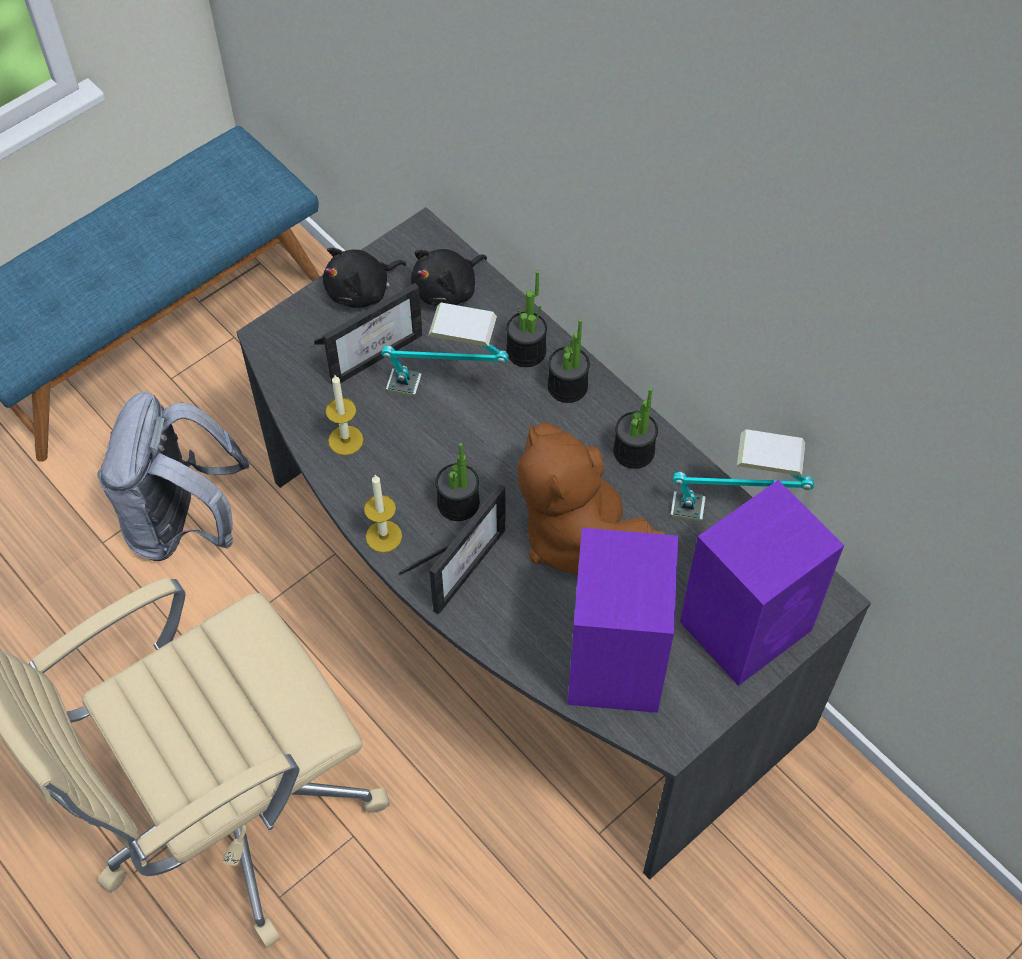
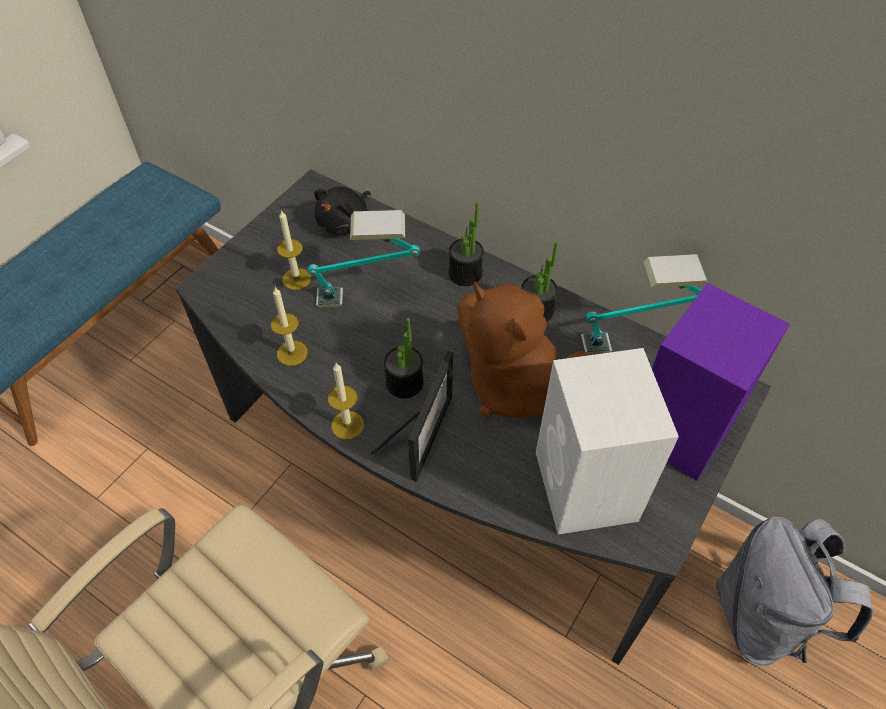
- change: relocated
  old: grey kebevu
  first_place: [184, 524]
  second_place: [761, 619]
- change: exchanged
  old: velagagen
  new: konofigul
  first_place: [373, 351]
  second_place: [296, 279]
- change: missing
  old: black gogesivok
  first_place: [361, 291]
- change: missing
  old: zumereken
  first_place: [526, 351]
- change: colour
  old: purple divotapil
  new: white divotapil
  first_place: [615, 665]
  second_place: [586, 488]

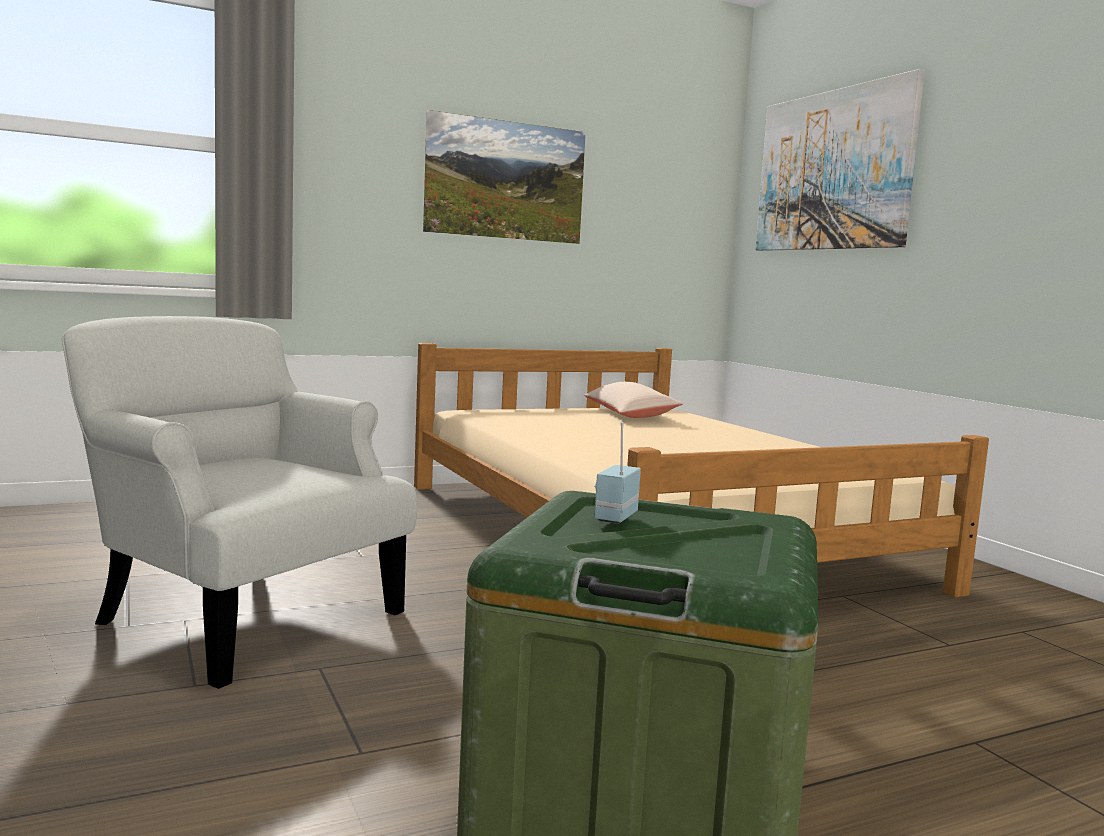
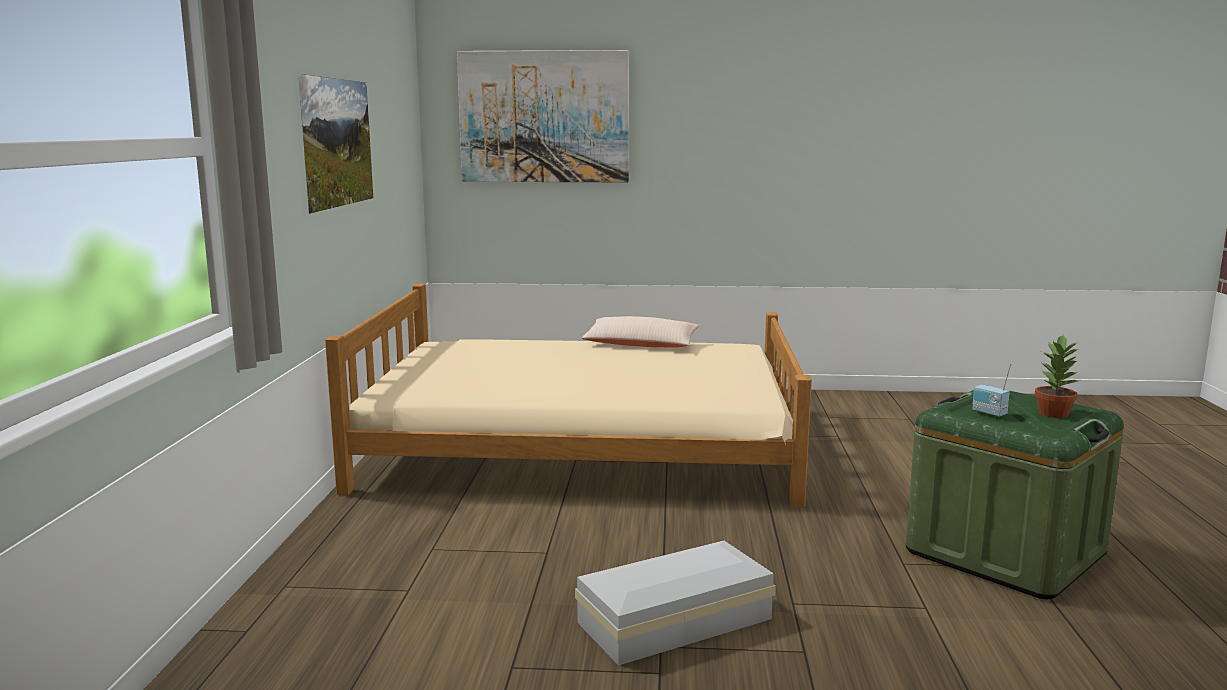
- change: exchanged
  old: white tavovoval
  new: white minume
  first_place: [242, 617]
  second_place: [671, 620]
- change: relocated
  old: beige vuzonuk
  first_place: [629, 414]
  second_place: [640, 344]
- change: appeared
  new: zumereken
  second_place: [1054, 414]

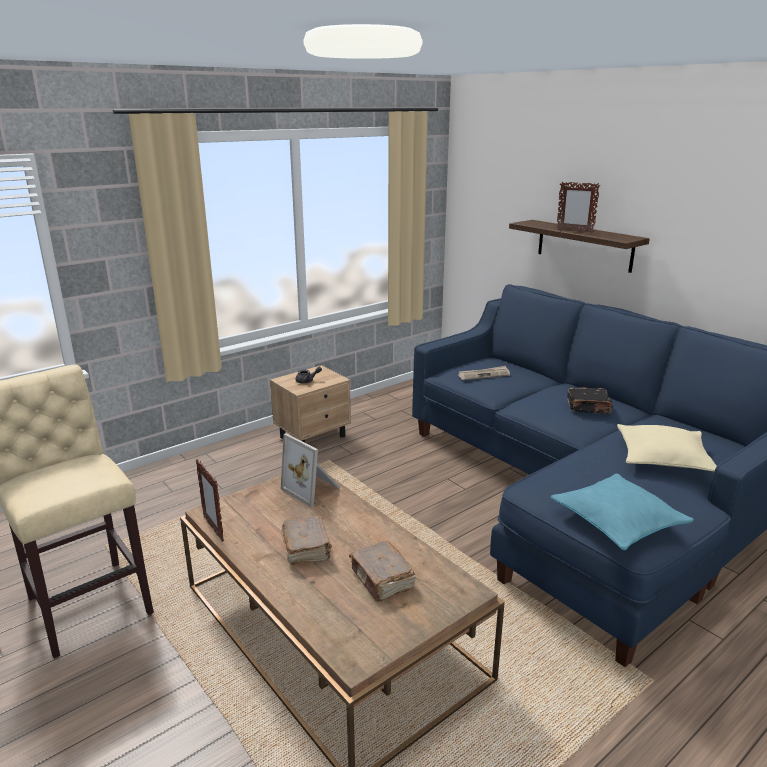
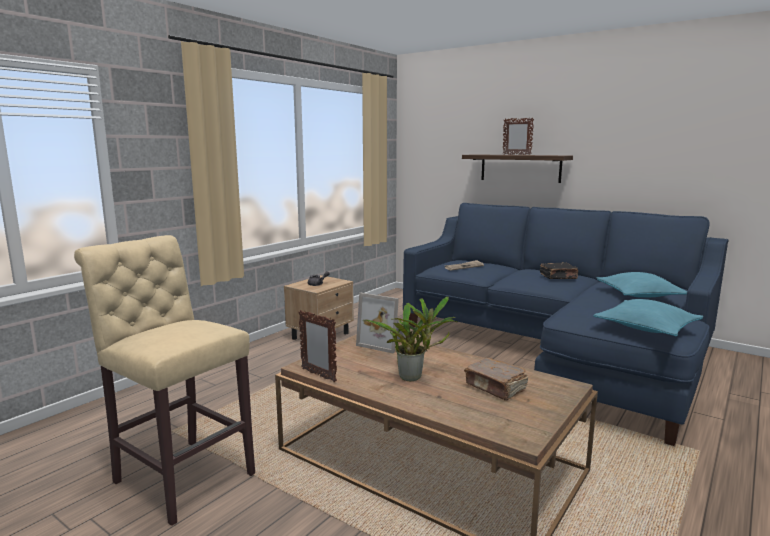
- change: exchanged
  old: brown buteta
  new: zumereken
  first_place: [306, 548]
  second_place: [414, 377]
- change: colour
  old: beige vuzonuk
  new: turquoise vuzonuk
  first_place: [663, 458]
  second_place: [639, 295]

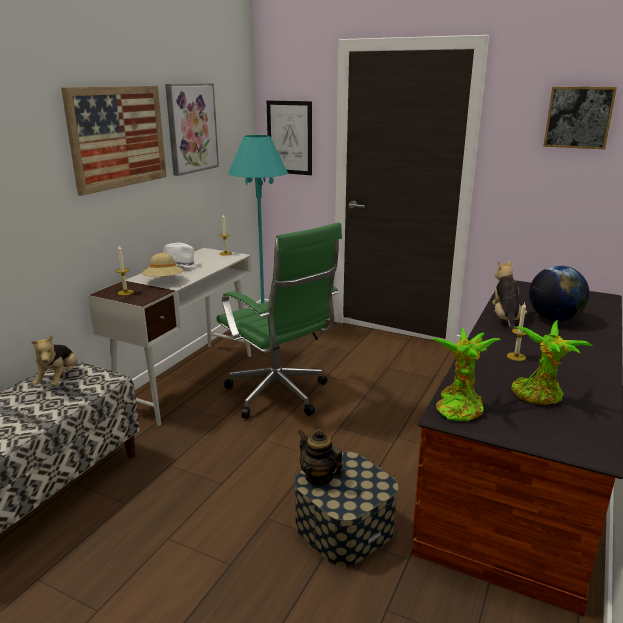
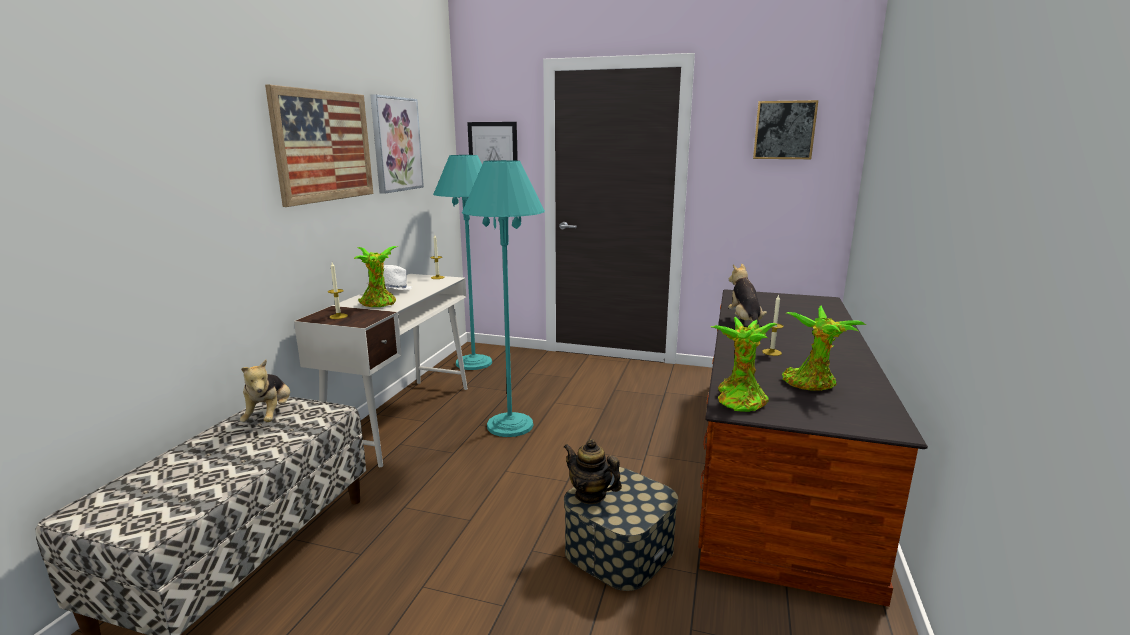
- change: exchanged
  old: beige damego
  new: zumereken
  first_place: [164, 281]
  second_place: [379, 304]
- change: exchanged
  old: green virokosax
  new: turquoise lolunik
  first_place: [280, 396]
  second_place: [510, 425]
- change: missing
  old: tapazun
  first_place: [554, 319]

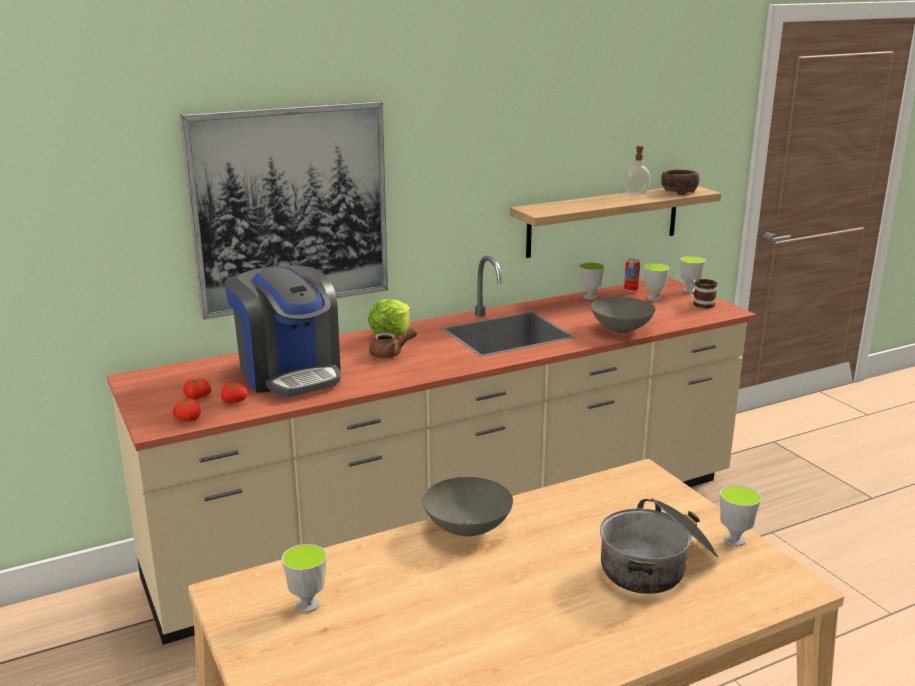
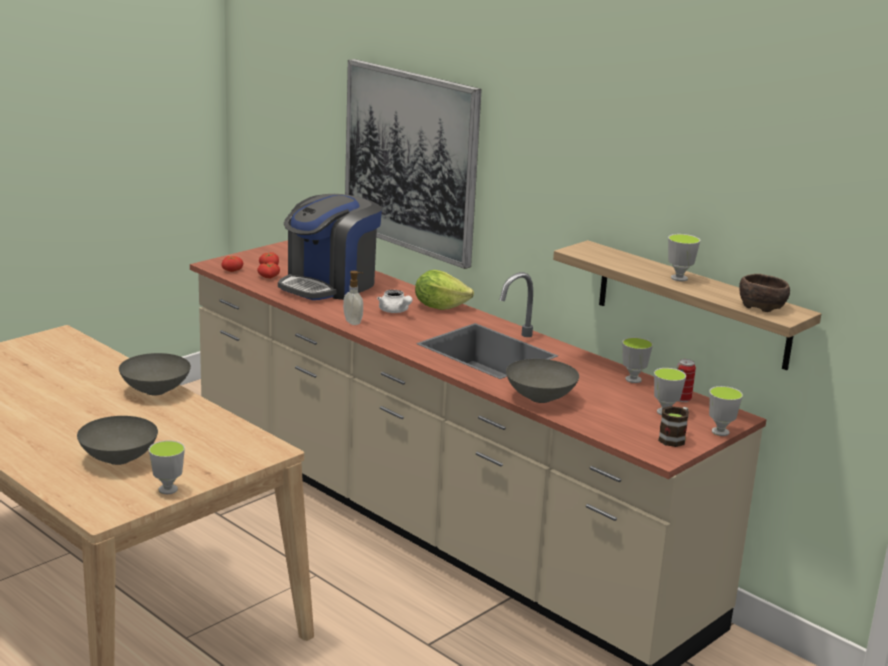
- change: relocated
  old: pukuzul
  first_place: [307, 605]
  second_place: [679, 278]
- change: colour
  old: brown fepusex
  new: white fepusex
  first_place: [391, 354]
  second_place: [395, 311]
- change: exchanged
  old: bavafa
  new: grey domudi
  first_place: [656, 565]
  second_place: [120, 459]
- change: relocated
  old: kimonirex
  first_place: [636, 194]
  second_place: [353, 322]

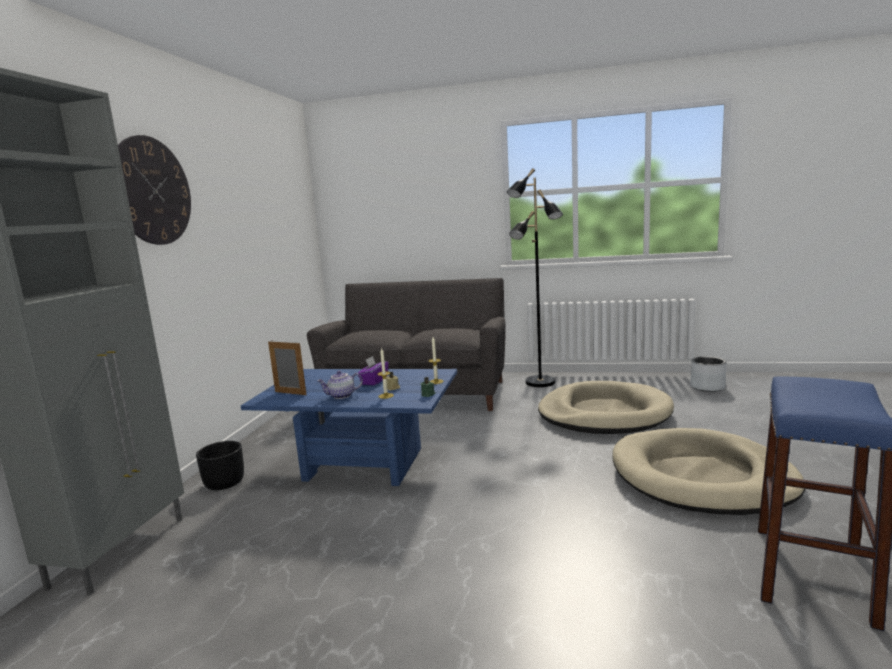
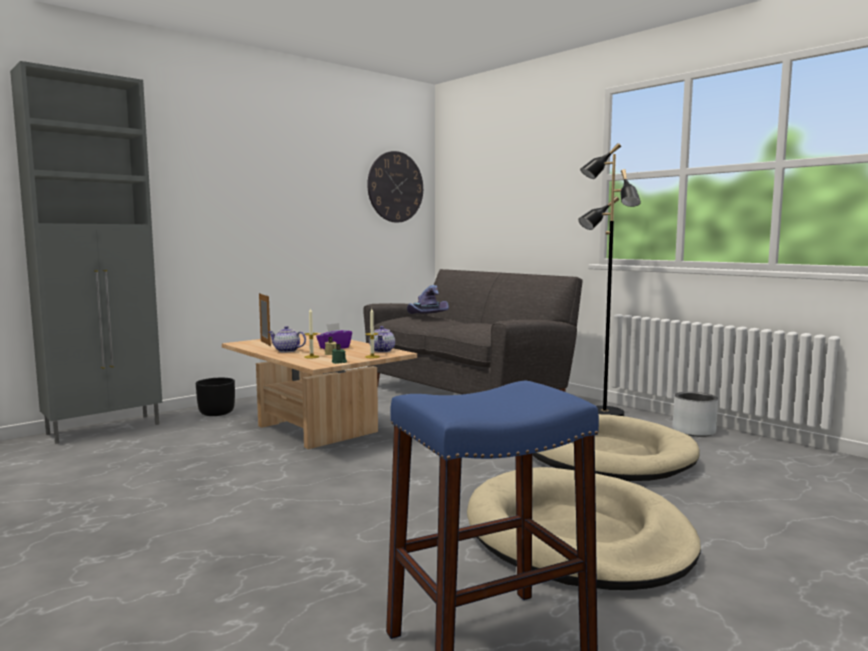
- change: relocated
  old: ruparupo
  first_place: [152, 191]
  second_place: [395, 187]
- change: colour
  old: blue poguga
  new: beige poguga
  first_place: [364, 464]
  second_place: [317, 429]
- change: relocated
  old: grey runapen
  first_place: [707, 387]
  second_place: [693, 431]
- change: appeared
  new: fepusex
  second_place: [382, 350]
- change: appeared
  new: purple damego
  second_place: [426, 316]

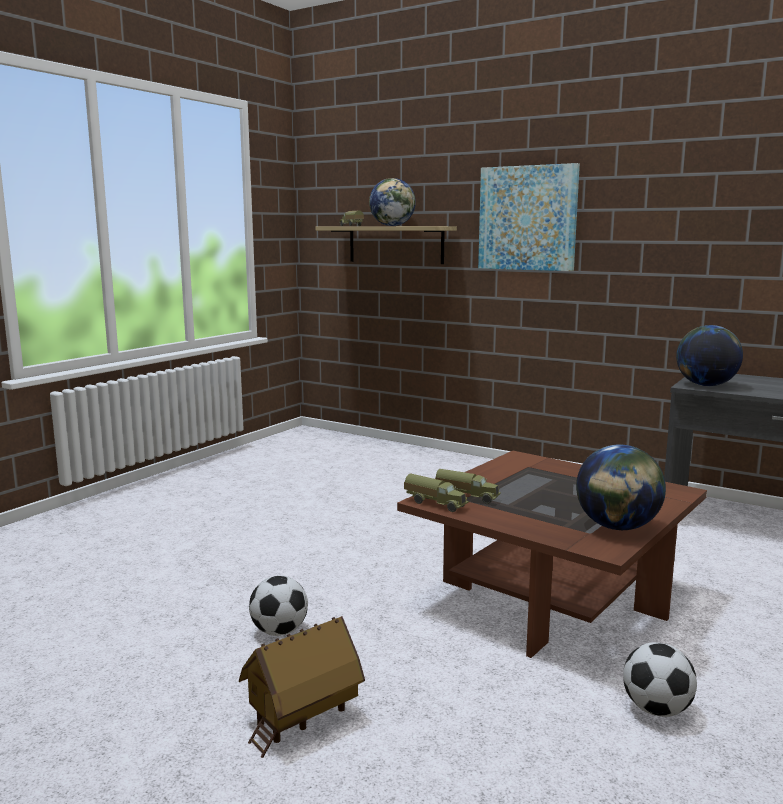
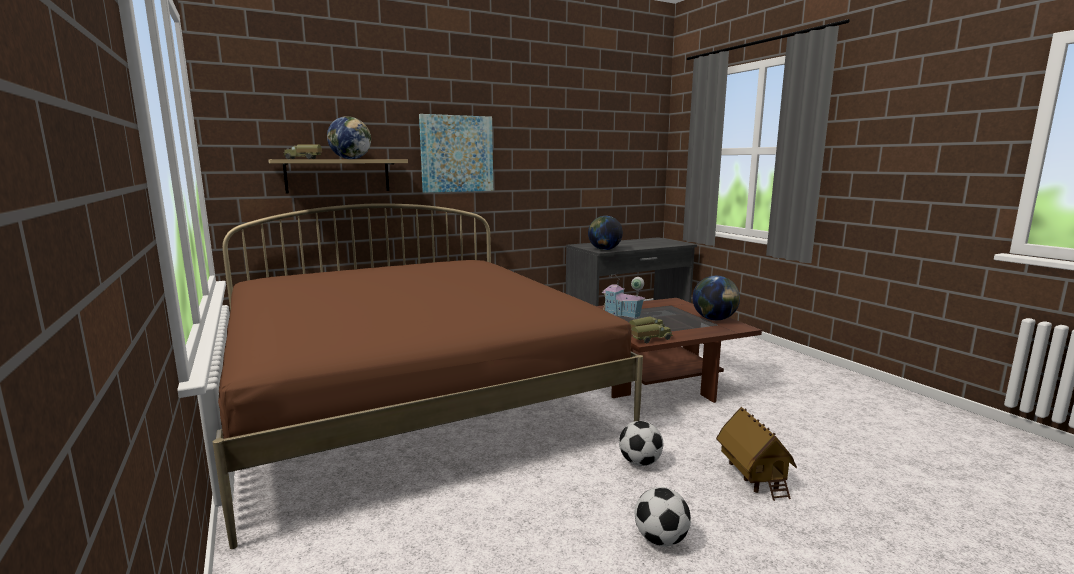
- change: relocated
  old: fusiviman
  first_place: [656, 709]
  second_place: [660, 539]
- change: appeared
  new: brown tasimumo
  second_place: [411, 397]
- change: appeared
  new: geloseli
  second_place: [621, 314]

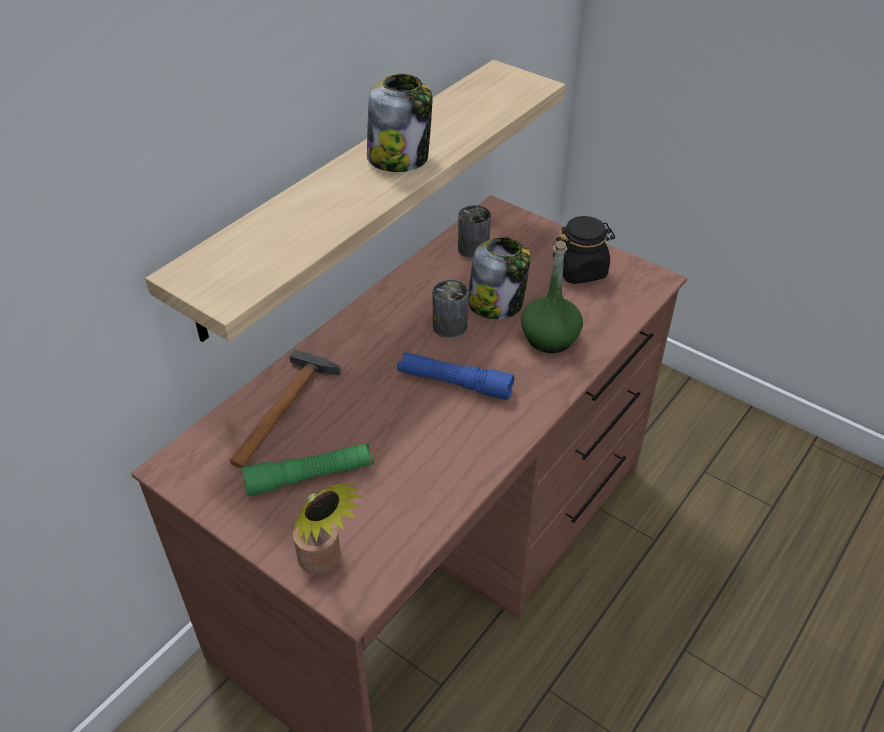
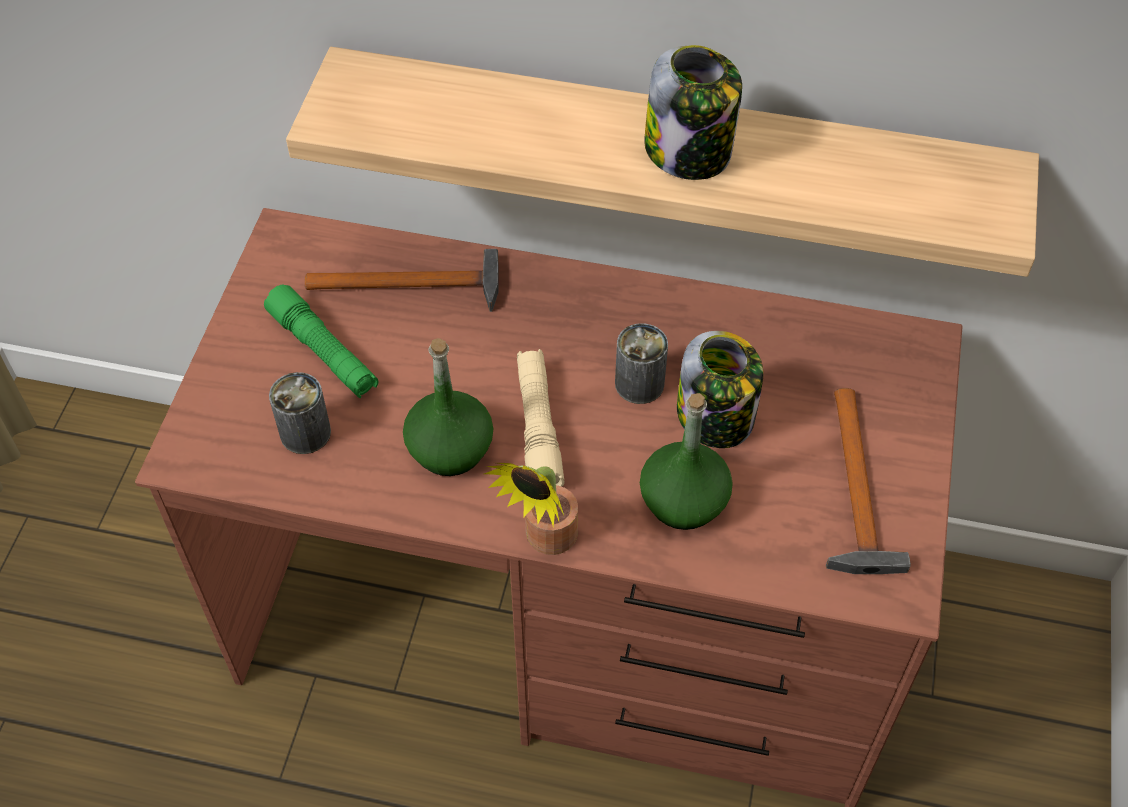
- change: relocated
  old: zumereken
  first_place: [324, 562]
  second_place: [545, 541]
- change: colour
  old: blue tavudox
  new: beige tavudox
  first_place: [454, 383]
  second_place: [538, 427]
- change: relocated
  old: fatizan
  first_place: [473, 249]
  second_place: [305, 433]
- change: exchanged
  old: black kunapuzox
  new: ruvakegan
  first_place: [580, 270]
  second_place: [855, 492]
- change: appeared
  new: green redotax
  second_place: [450, 449]

